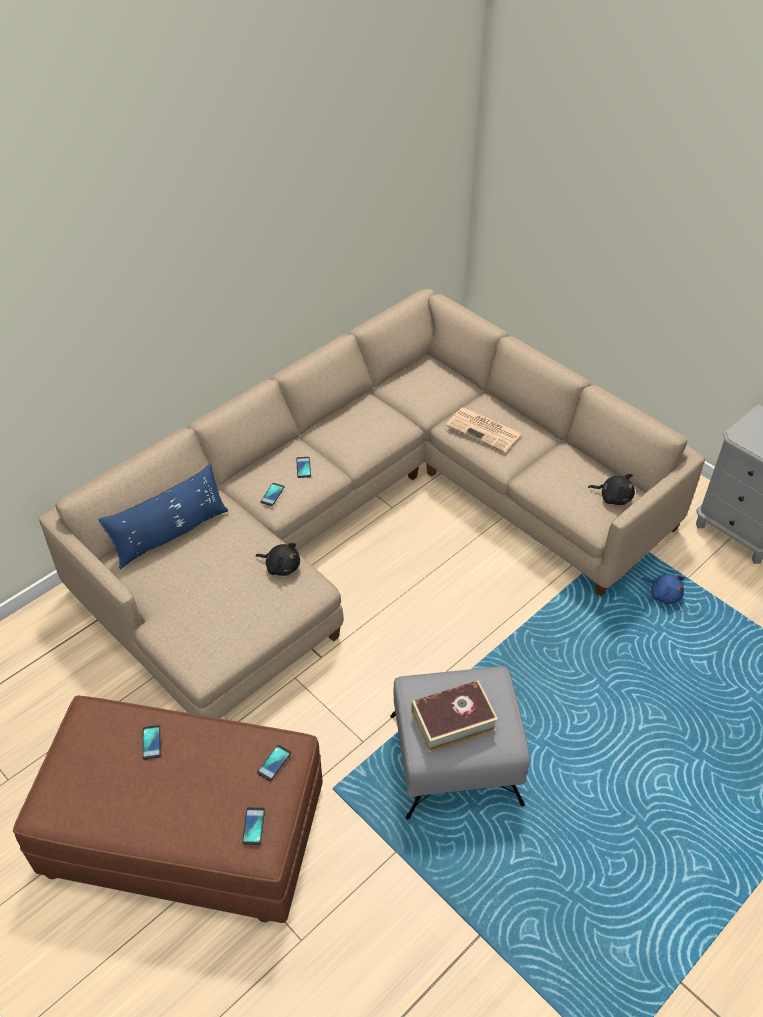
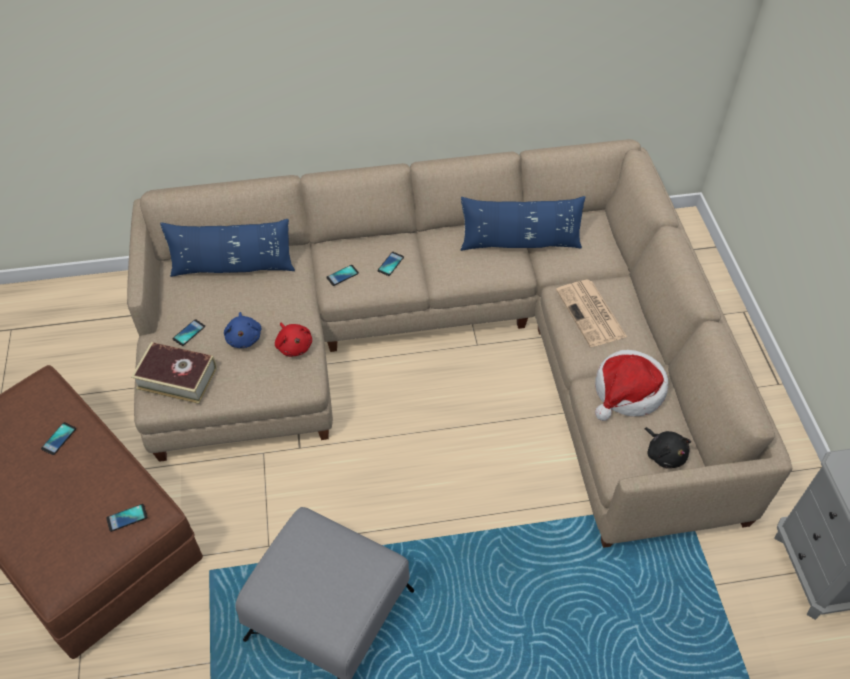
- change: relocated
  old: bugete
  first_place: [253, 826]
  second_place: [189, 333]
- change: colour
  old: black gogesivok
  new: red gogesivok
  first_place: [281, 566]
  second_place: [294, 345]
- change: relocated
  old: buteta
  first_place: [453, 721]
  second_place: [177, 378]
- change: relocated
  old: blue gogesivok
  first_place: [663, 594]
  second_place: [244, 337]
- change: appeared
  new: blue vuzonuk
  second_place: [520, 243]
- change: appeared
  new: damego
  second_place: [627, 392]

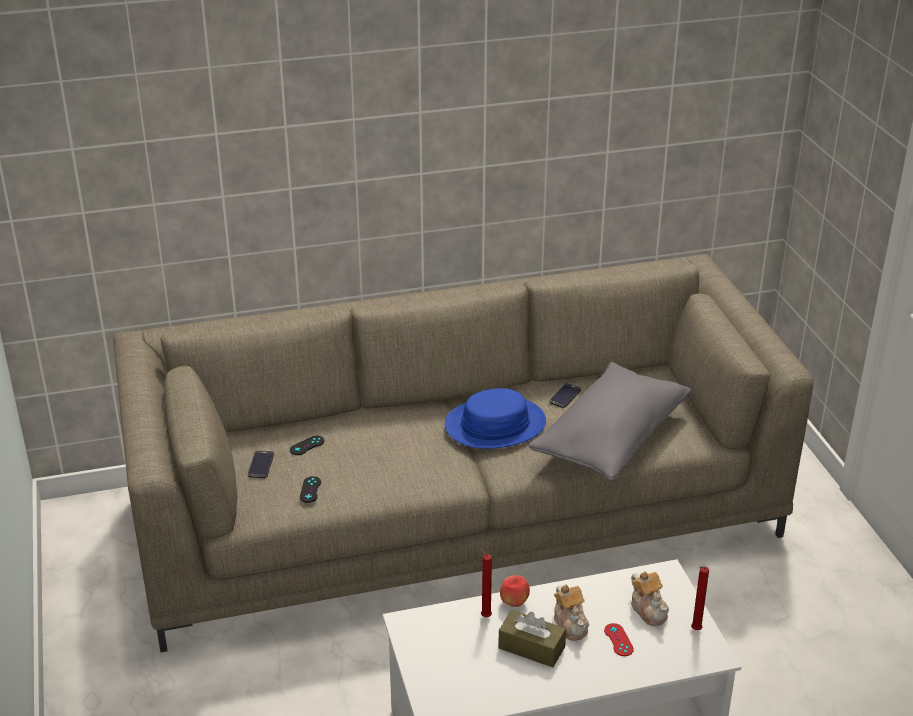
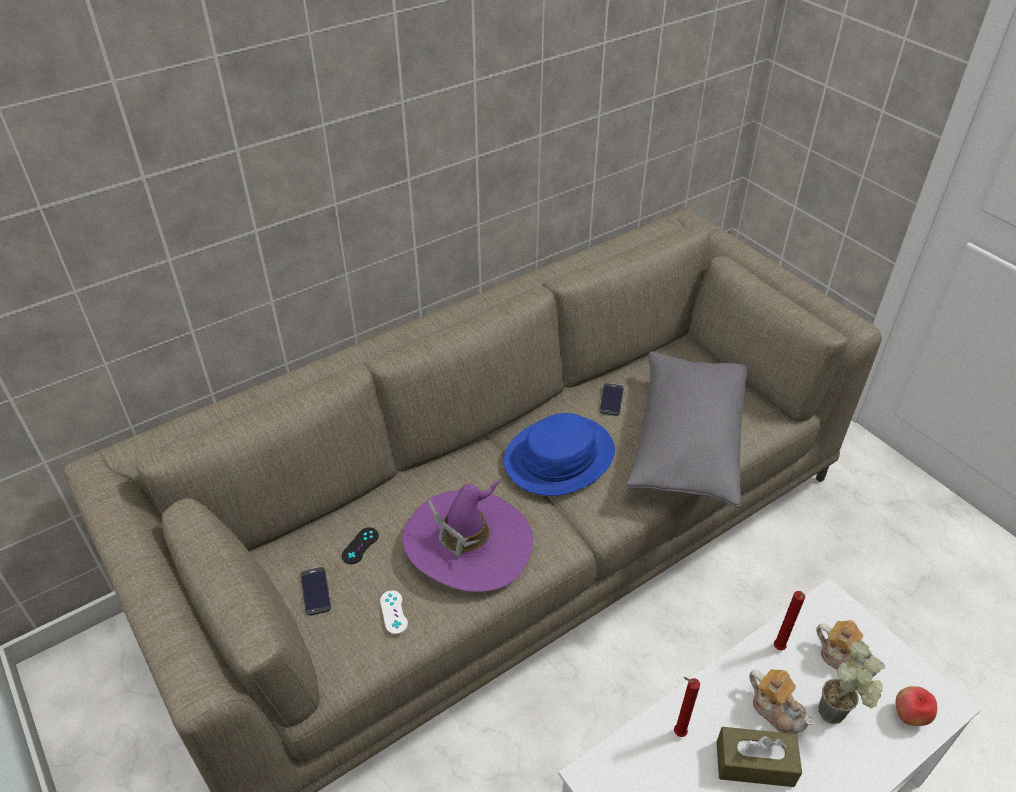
- change: colour
  old: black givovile
  new: white givovile
  first_place: [310, 489]
  second_place: [393, 612]
- change: relocated
  old: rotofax
  first_place: [514, 603]
  second_place: [909, 716]
- change: exchanged
  old: red givovile
  new: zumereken
  first_place: [618, 640]
  second_place: [839, 716]
- change: relocated
  old: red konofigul
  first_place: [695, 630]
  second_place: [778, 649]
- change: appeared
  new: purple damego
  second_place: [468, 543]

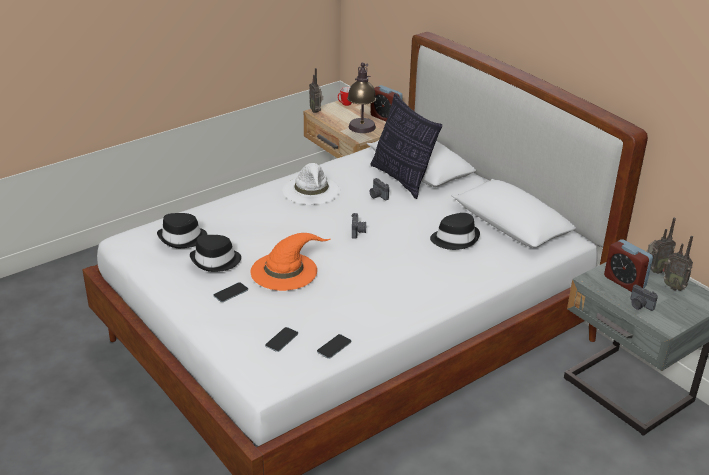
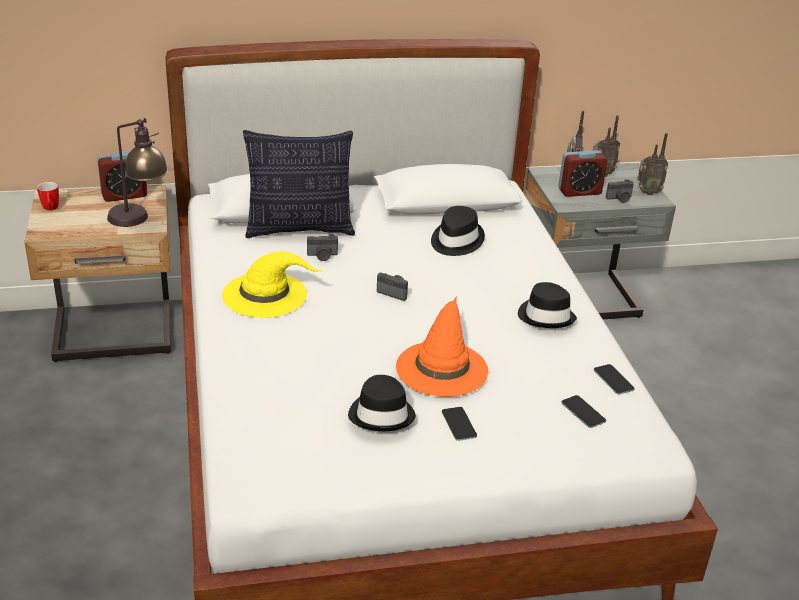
- change: relocated
  old: black damego
  first_place: [182, 238]
  second_place: [546, 316]
- change: colour
  old: white damego
  new: yellow damego
  first_place: [312, 190]
  second_place: [266, 294]
- change: relocated
  old: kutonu
  first_place: [316, 111]
  second_place: [647, 192]

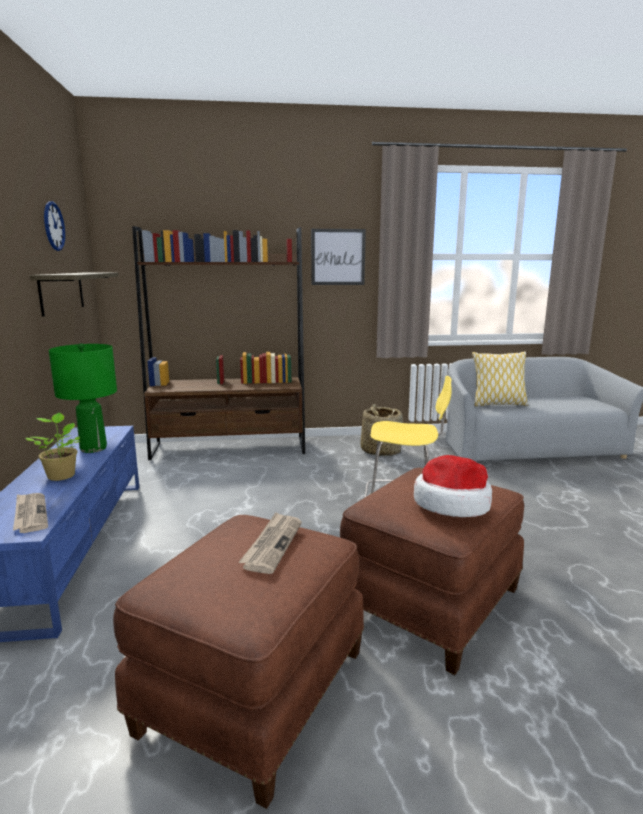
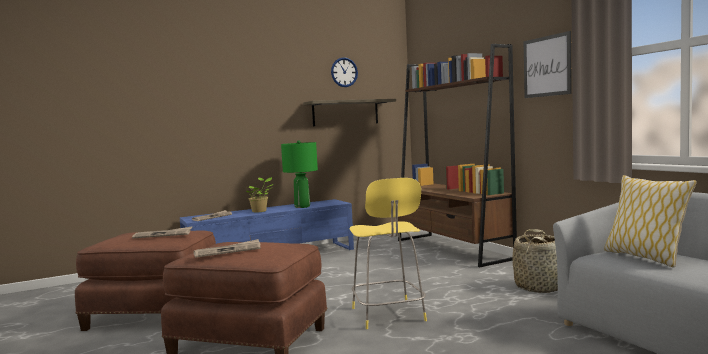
- change: exchanged
  old: damego
  new: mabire
  first_place: [452, 503]
  second_place: [228, 251]

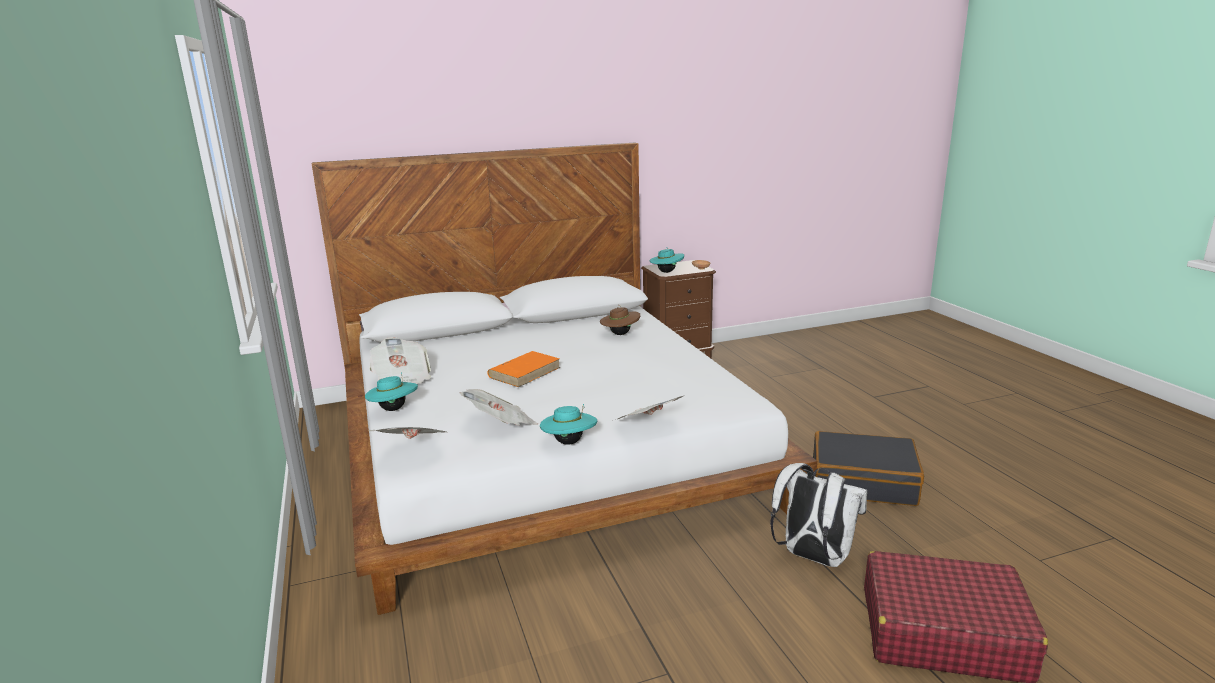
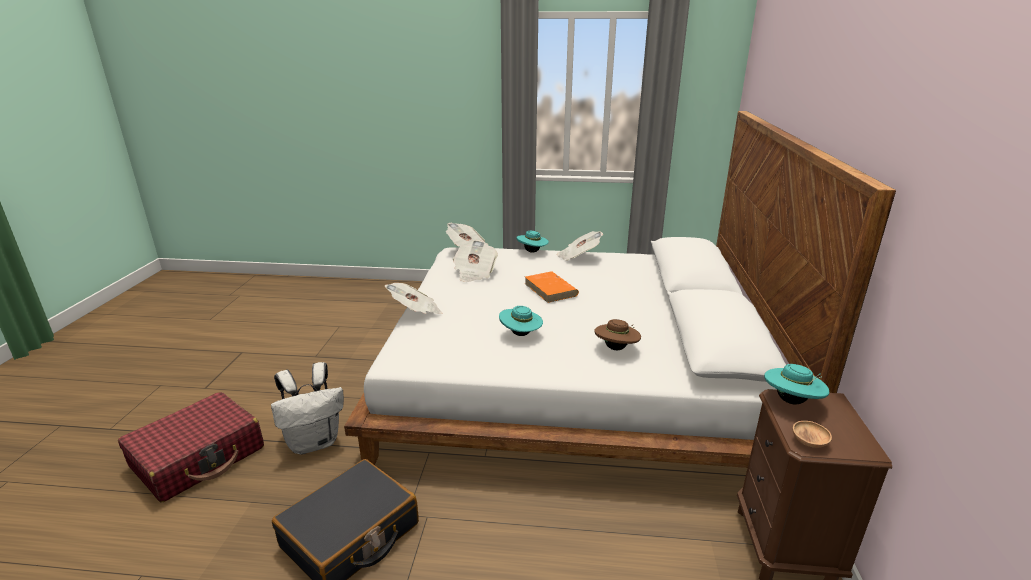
- change: relocated
  old: turquoise damego
  first_place: [569, 442]
  second_place: [521, 334]

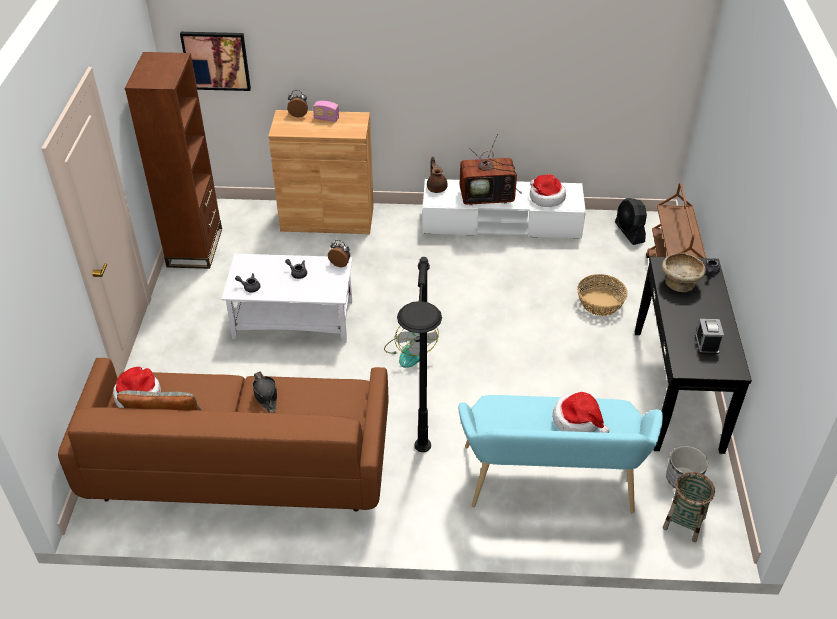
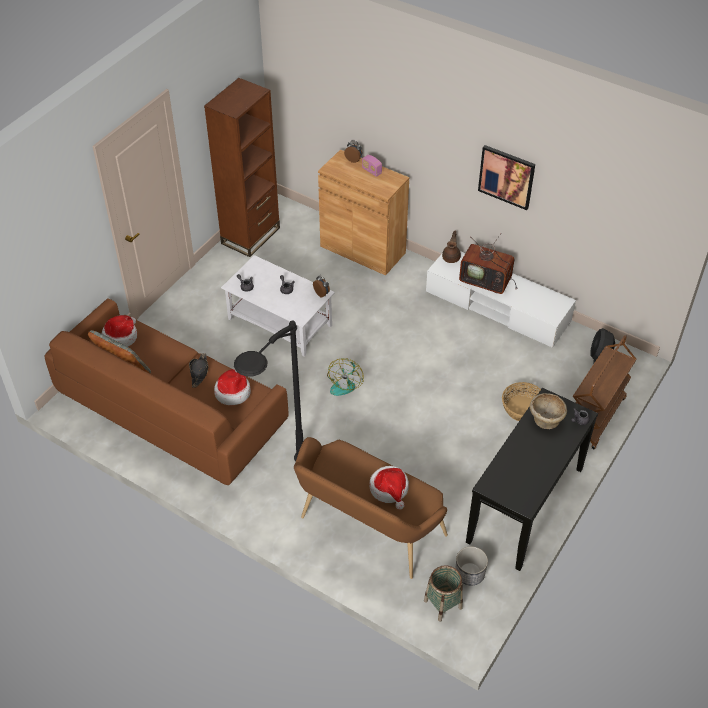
- change: relocated
  old: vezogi
  first_place: [216, 60]
  second_place: [506, 176]
- change: colour
  old: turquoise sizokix
  new: brown sizokix
  first_place: [550, 485]
  second_place: [367, 530]
- change: relocated
  old: damego
  first_place: [546, 197]
  second_place: [232, 392]
- change: missing
  old: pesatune
  first_place: [706, 344]

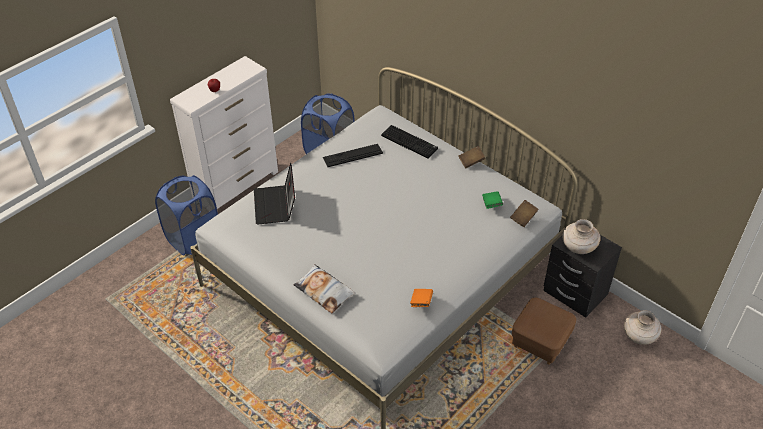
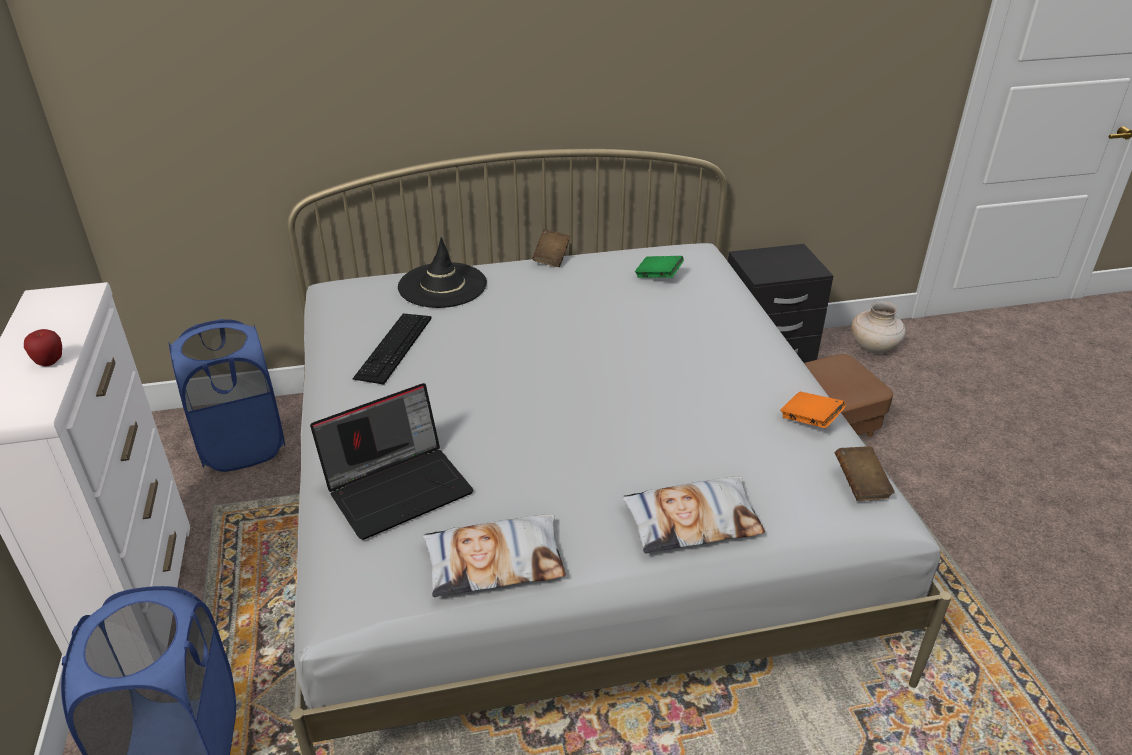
- change: spun
  old: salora
  first_place: [276, 205]
  second_place: [399, 487]
  degrees: -60
- change: exchanged
  old: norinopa
  new: black damego
  first_place: [410, 142]
  second_place: [442, 286]
- change: relocated
  old: brown buteta
  first_place: [523, 218]
  second_place: [860, 485]
- change: missing
  old: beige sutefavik
  first_place: [578, 248]
- change: appeared
  new: vuzonuk
  second_place: [495, 562]

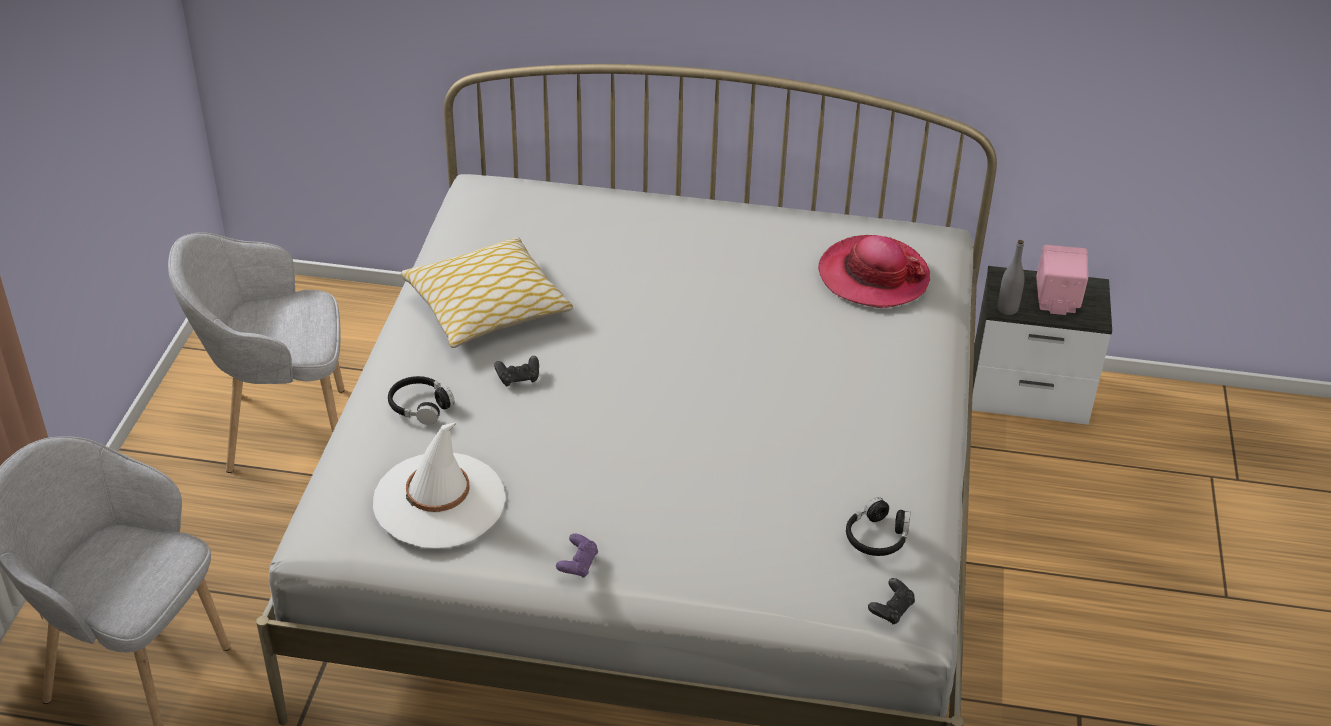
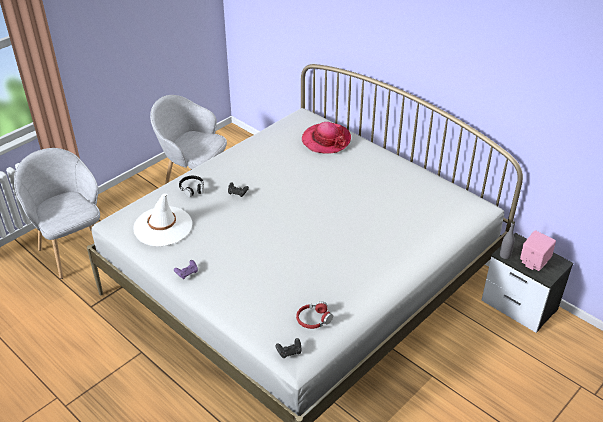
- change: missing
  old: vuzonuk
  first_place: [487, 308]
- change: relocated
  old: damego
  first_place: [873, 276]
  second_place: [326, 140]
- change: colour
  old: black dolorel
  new: red dolorel
  first_place: [877, 537]
  second_place: [313, 319]

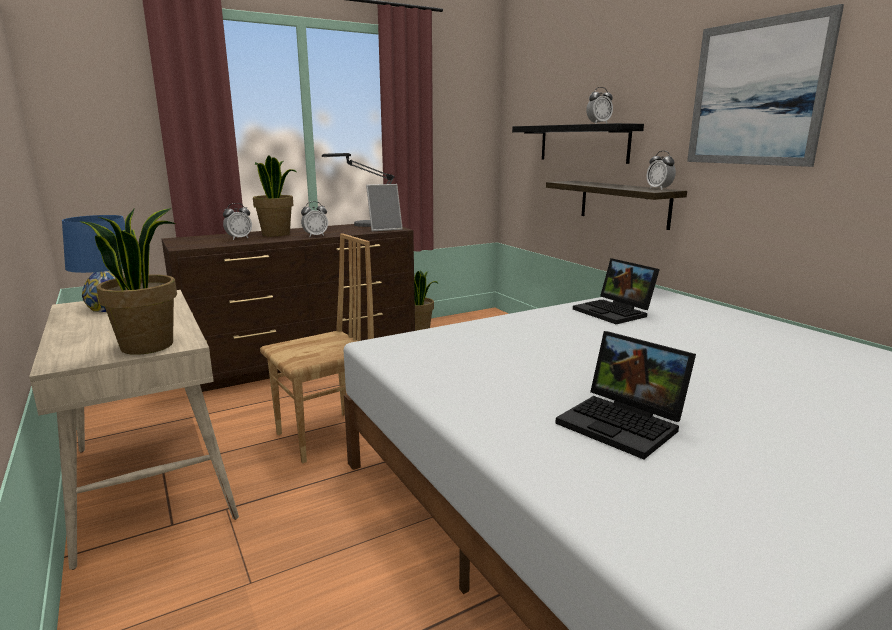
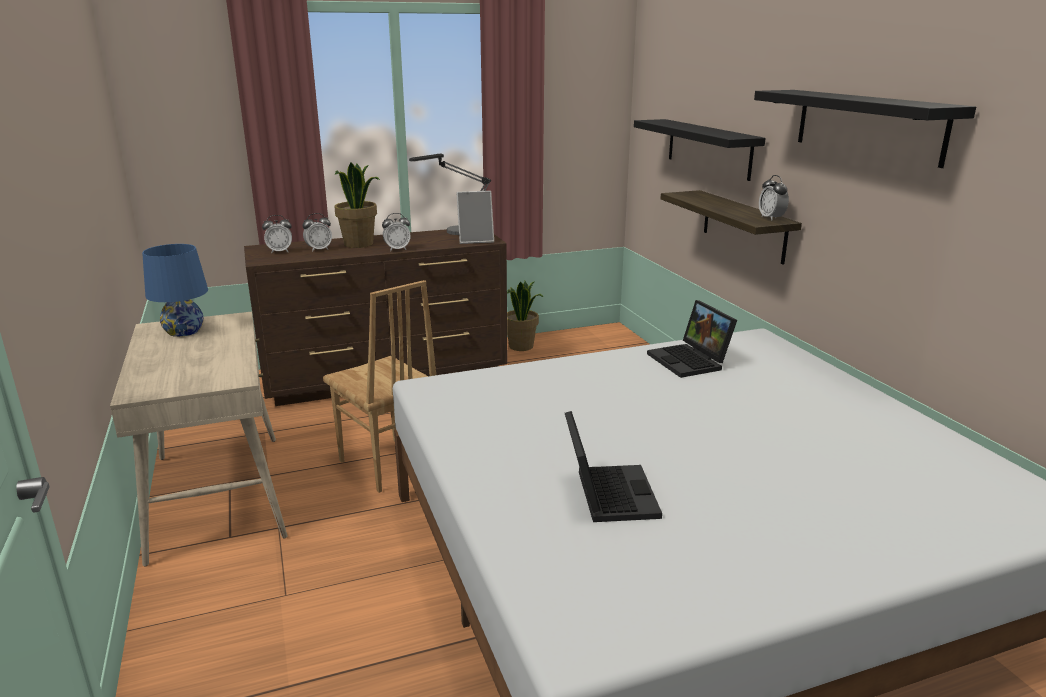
- change: missing
  old: zumereken
  first_place: [147, 345]
- change: spun
  old: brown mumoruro
  first_place: [327, 436]
  second_place: [387, 465]
  degrees: 75
- change: spun
  old: salora
  first_place: [624, 424]
  second_place: [606, 493]
  degrees: -150
- change: relocated
  old: pesatune
  first_place: [598, 123]
  second_place: [280, 251]
- change: exchanged
  old: vezogi
  new: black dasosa
  first_place: [756, 93]
  second_place: [867, 125]

